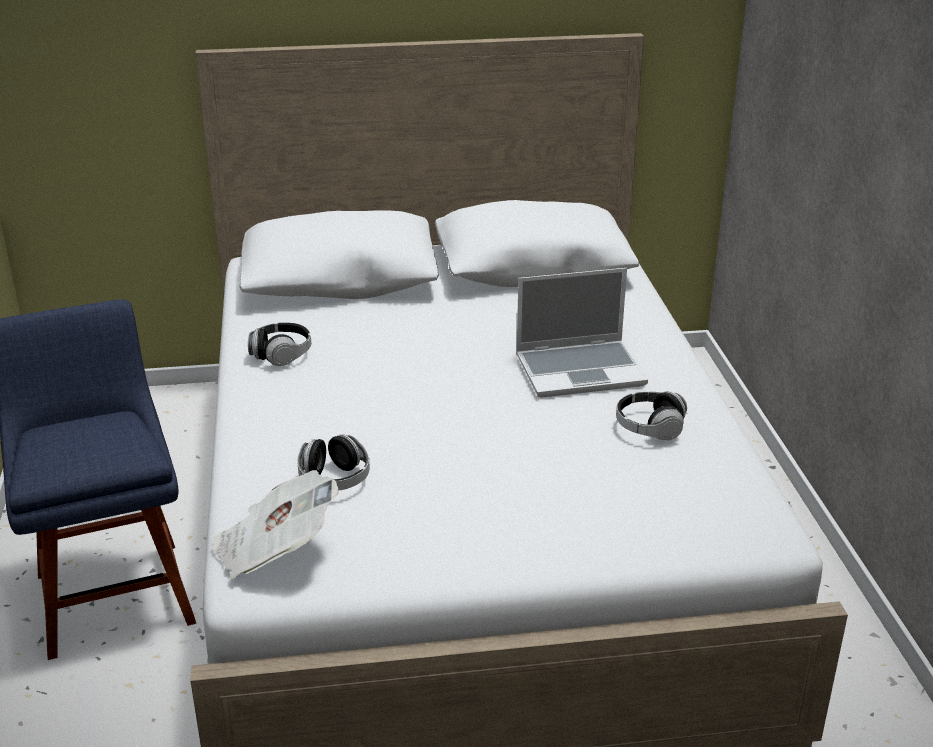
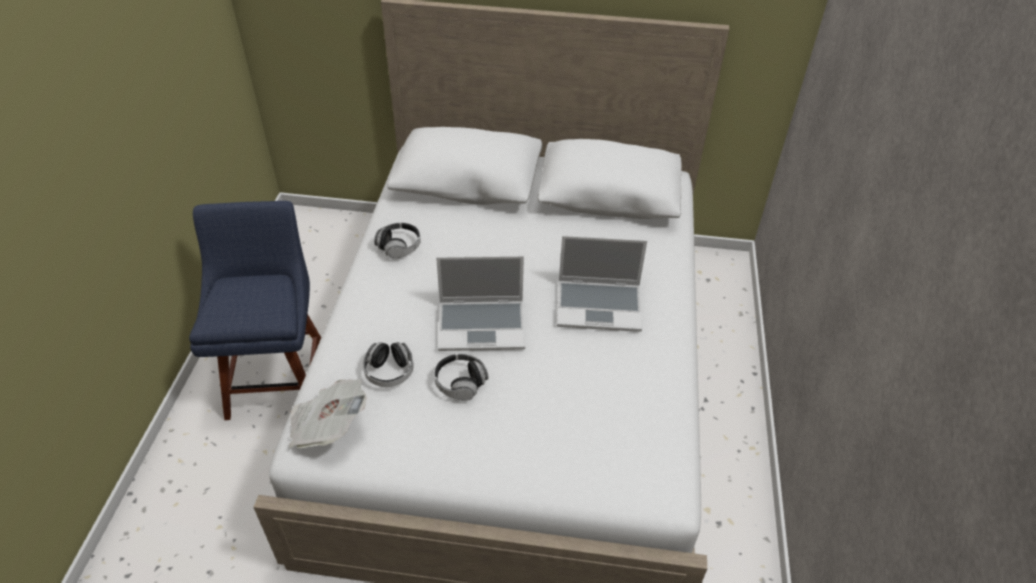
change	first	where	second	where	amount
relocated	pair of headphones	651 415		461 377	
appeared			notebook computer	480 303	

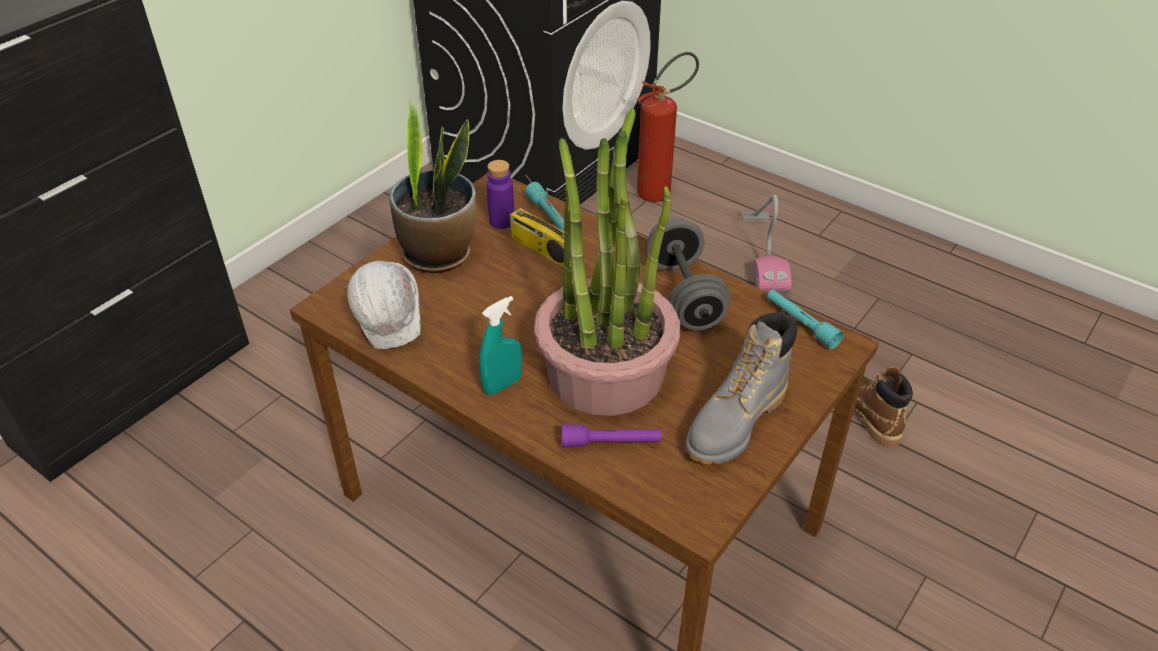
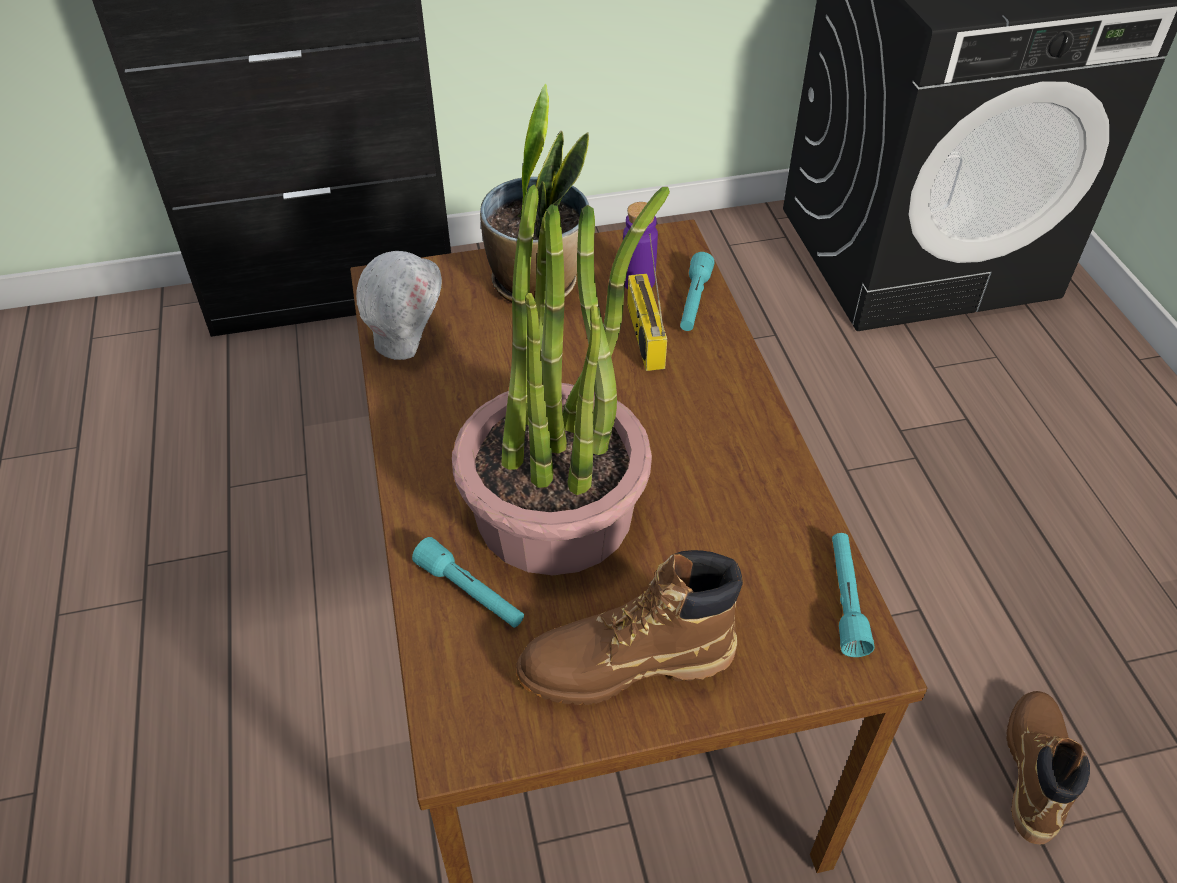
change	first	where	second	where	amount
colour	purplish flashlight	612 436	turquoise-coloured flashlight	468 582	
colour	greyish boot	741 388	brownish boot	629 627	
missing	turquoise-coloured spray bottle	500 345			
missing	fire-fighting cylinder	668 127			
missing	greyish hand weight	687 274			
missing	hoover	766 243			

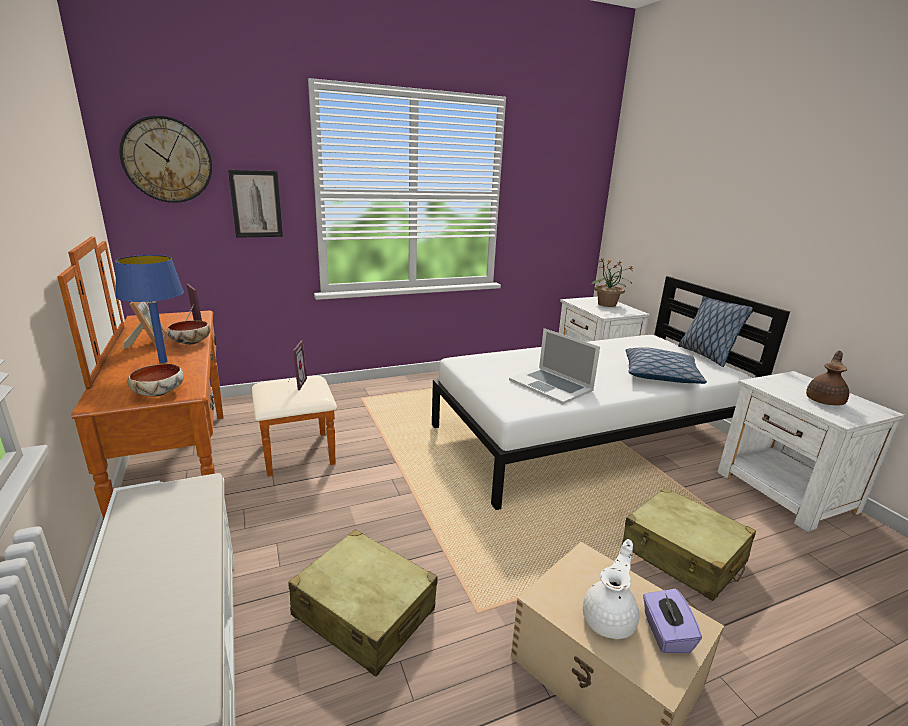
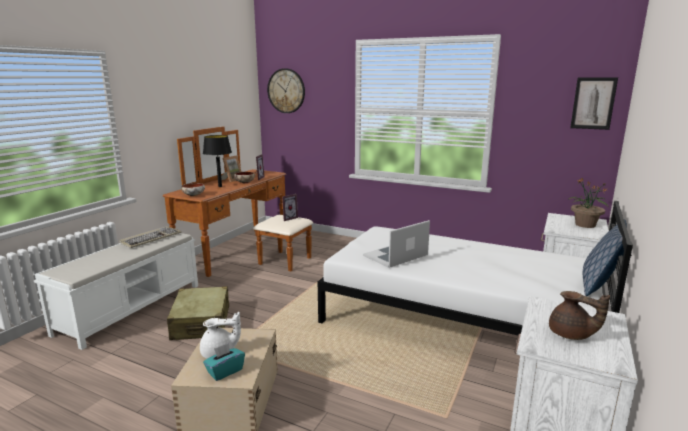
change	first	where	second	where	amount
appeared			PC keyboard	150 237	
colour	blue lamp for a table	149 309	black-coloured lamp for a table	217 161	
colour	purplish tissue holder	672 621	turquoise-coloured tissue holder	224 362	
spun	notebook computer	554 366		396 244	45 degrees clockwise
spun	brownish teapot	827 378		579 315	45 degrees clockwise
relocated	wall art	255 204		594 103	
missing	sand-coloured travel case	689 544			
missing	pillow	666 365			

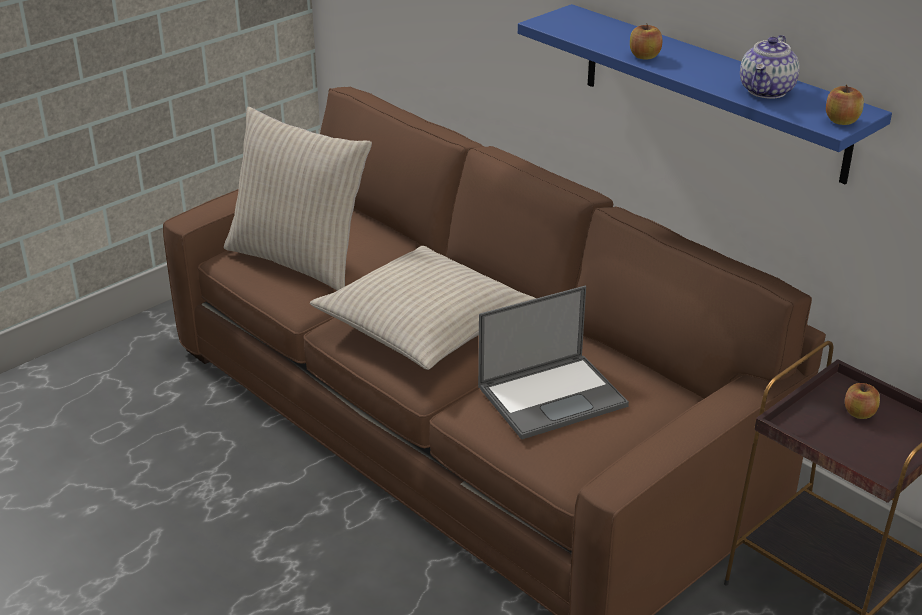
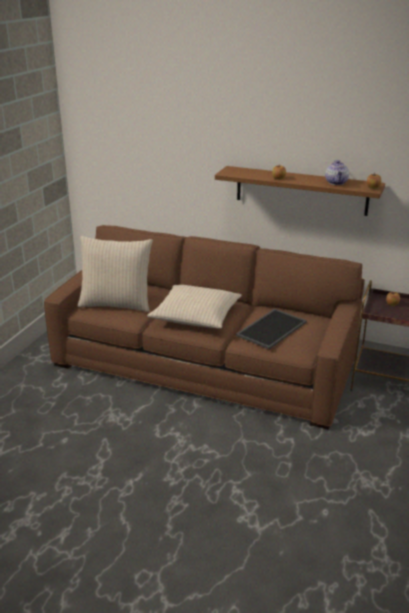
change	first	where	second	where	amount
colour	blue wall shelf	705 94	brownish wall shelf	300 191	
exchanged	notebook computer	553 363	tray	271 329	

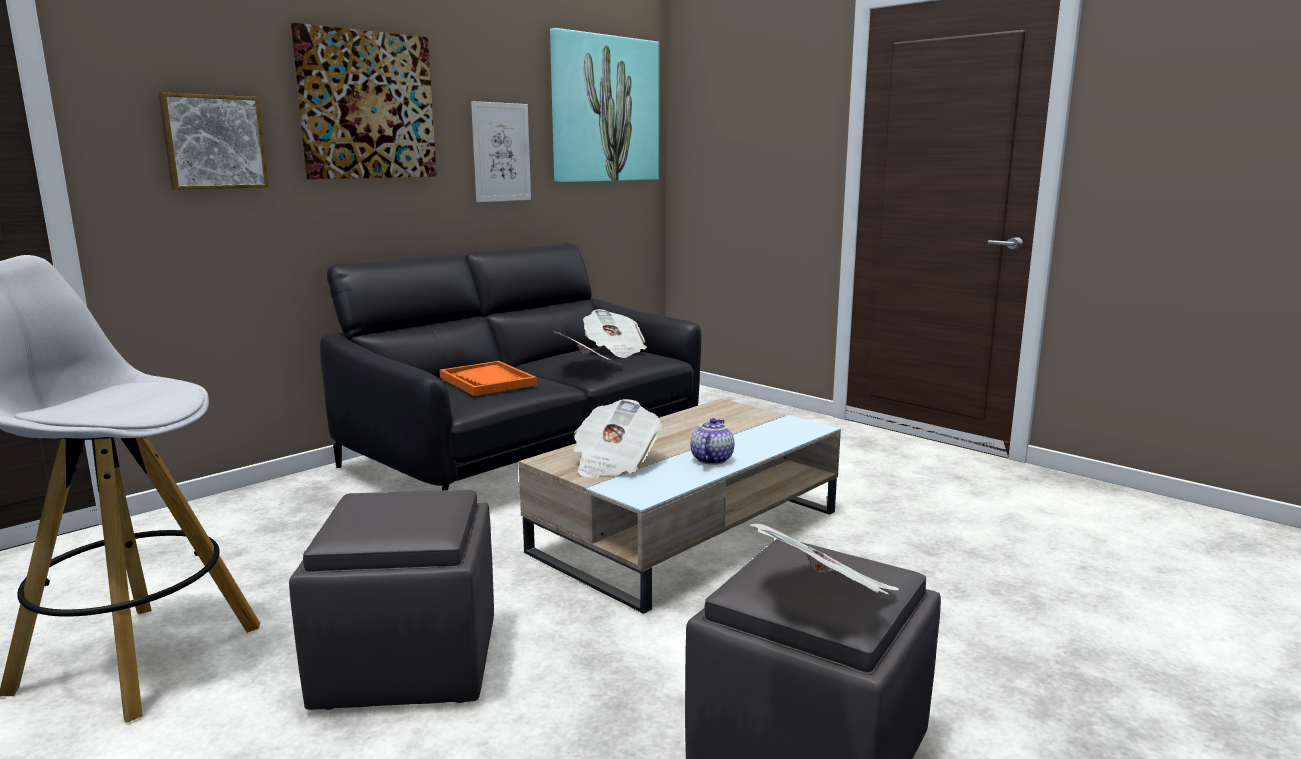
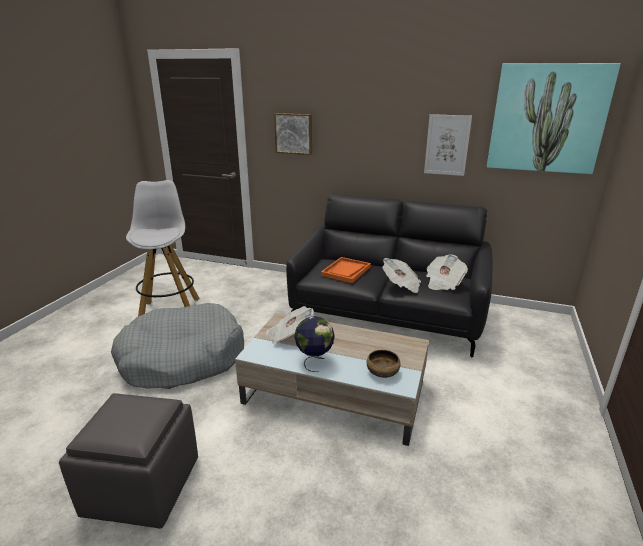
change	first	where	second	where	amount
exchanged	greyish ottoman	391 600	greyish dog cushion	177 346	
exchanged	teapot	712 441	world globe	315 344	
appeared			bowl	383 364	
missing	wall art	364 101			
missing	newspaper	824 558			

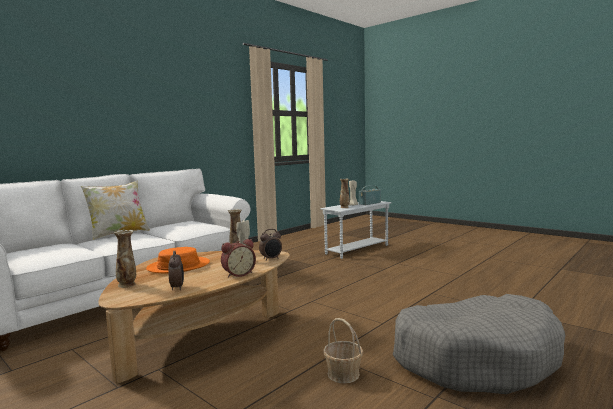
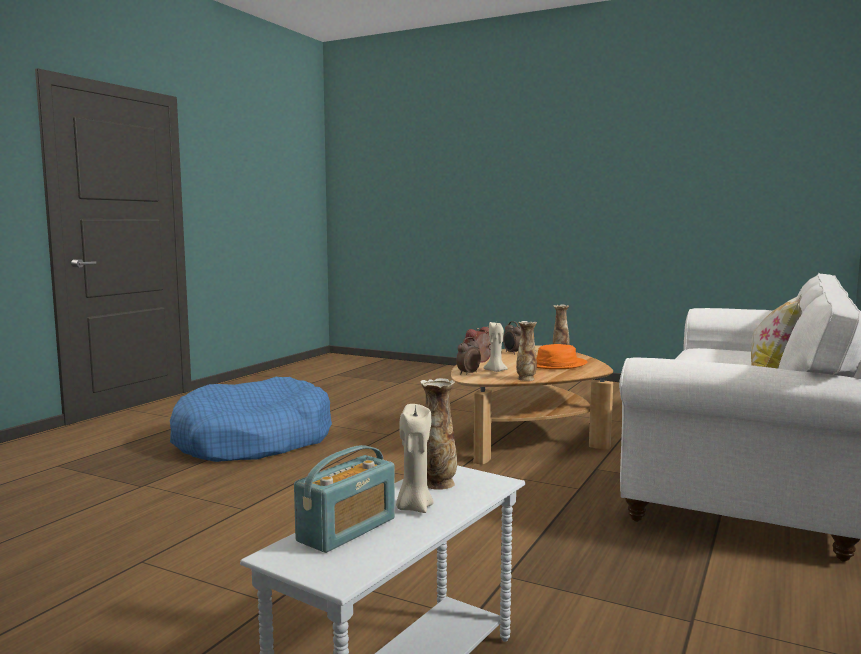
change	first	where	second	where	amount
colour	greyish dog cushion	479 344	blue dog cushion	251 419	
missing	basket	343 350			

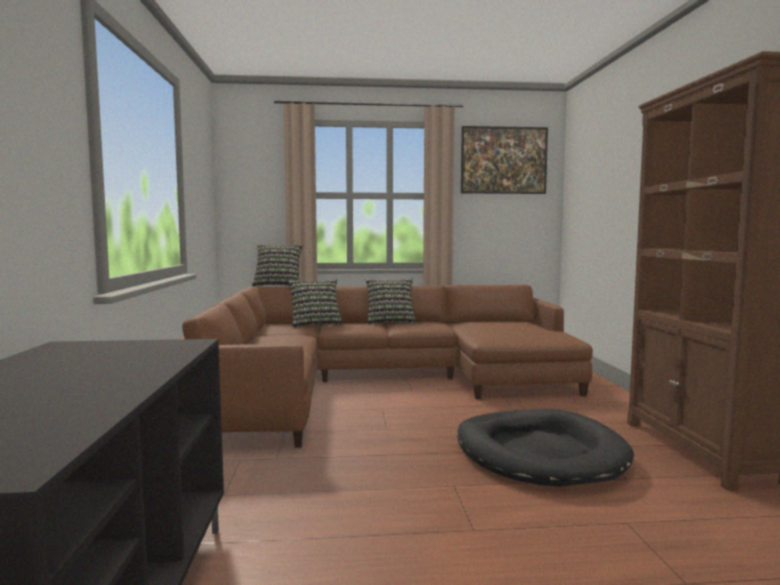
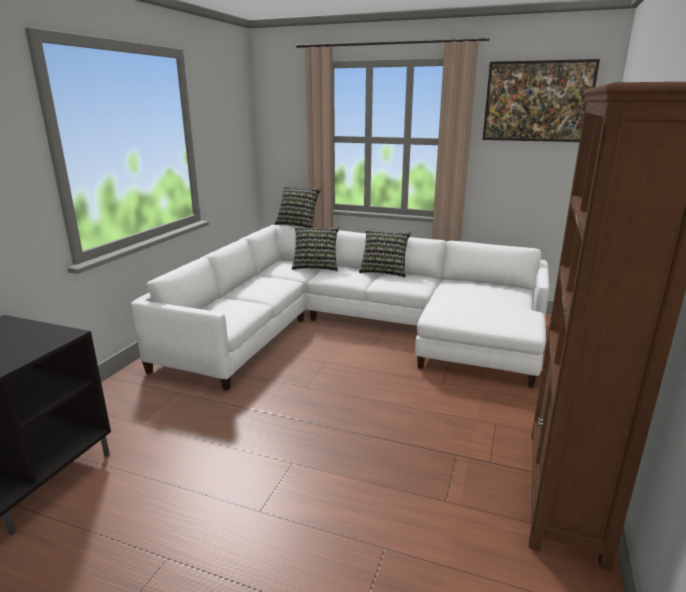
change	first	where	second	where	amount
colour	brownish settee	384 366	white-coloured settee	340 308	
missing	black-coloured dog cushion	545 448			

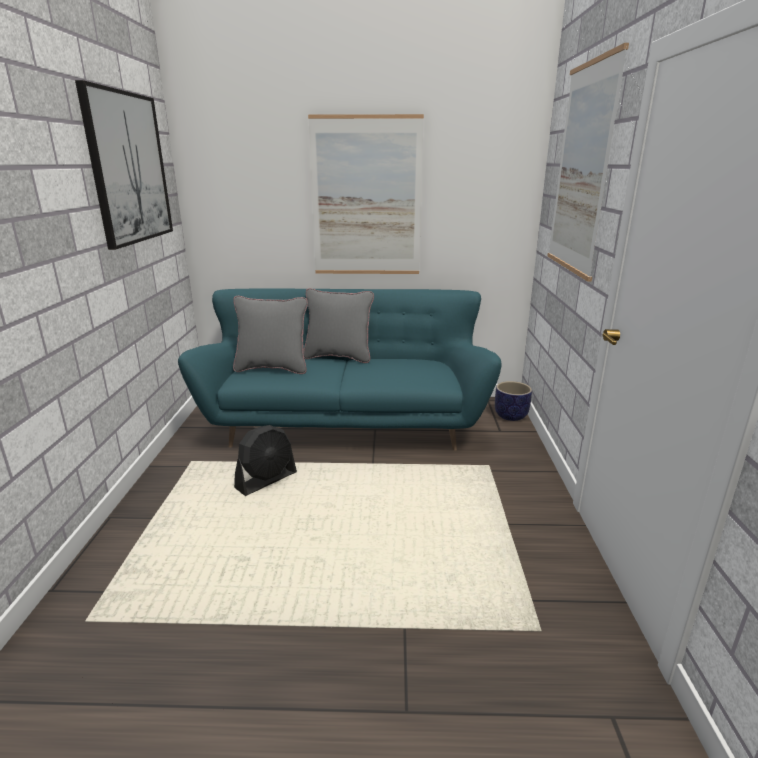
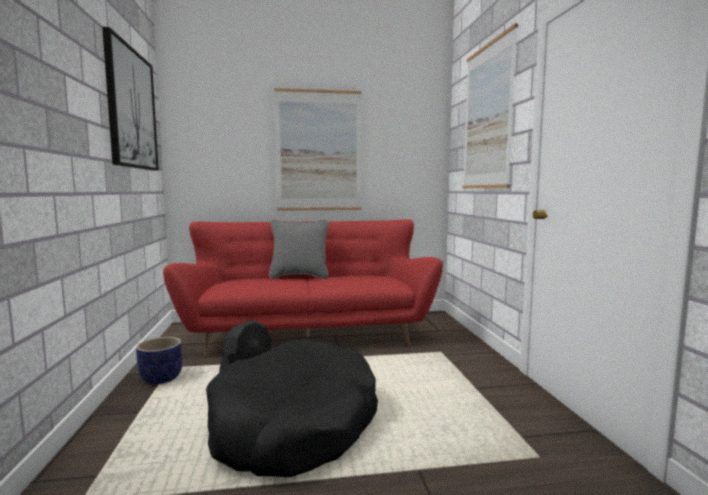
change	first	where	second	where	amount
relocated	flower pot	513 401		159 360	
colour	turquoise-coloured settee	340 369	red settee	303 287	
appeared			black-coloured dog cushion	292 408	
missing	greyish pillow	270 335			

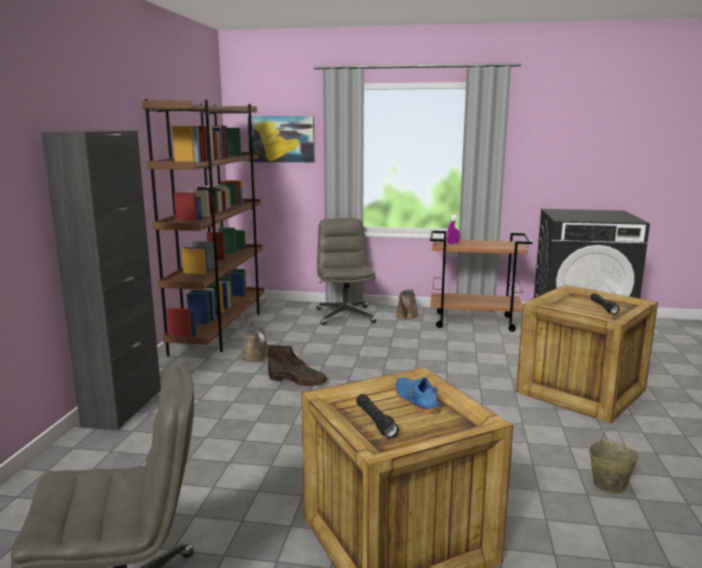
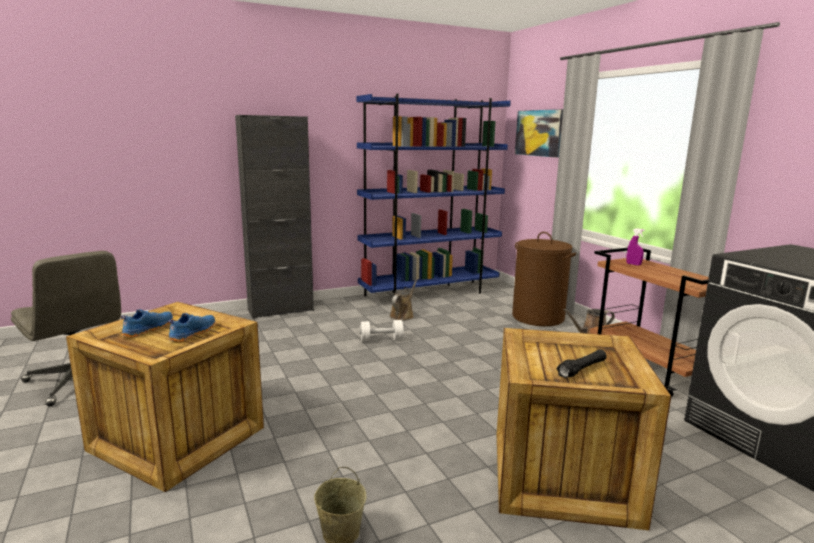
change	first	where	second	where	amount
exchanged	black-coloured flashlight	378 416	blue item of footwear	147 323	
colour	brownish bookcase	203 227	blue bookcase	433 195	
exchanged	brownish boot	297 365	white-coloured hand weight	381 331	
exchanged	greyish desk chair	346 271	brownish washing basket	544 279	

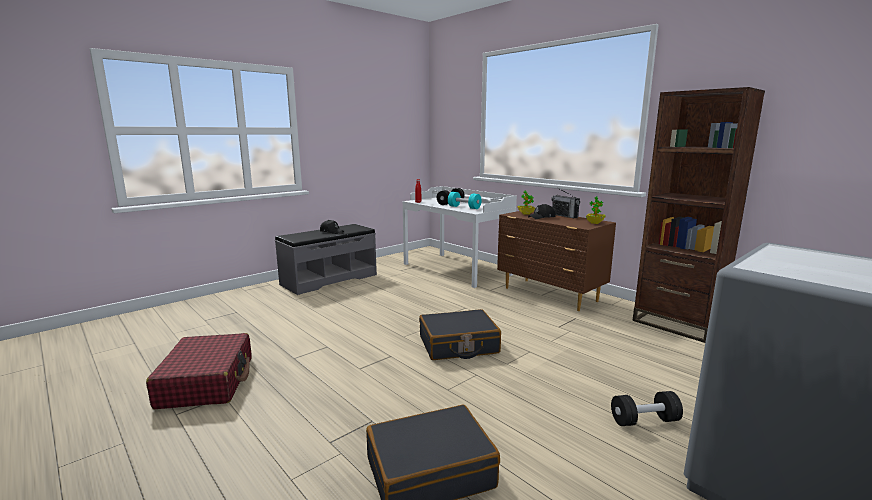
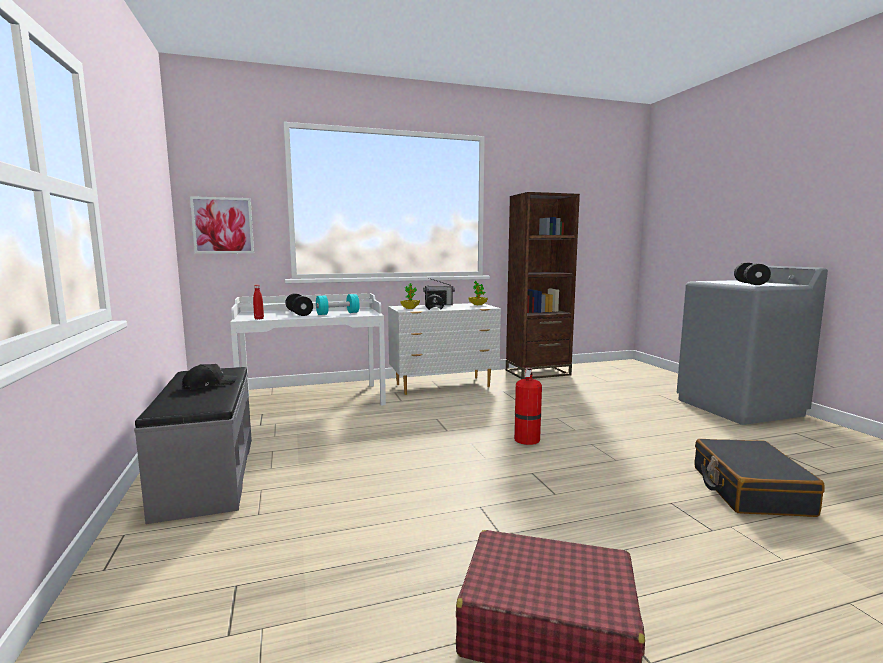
change	first	where	second	where	amount
appeared			wall art	222 225	
colour	brownish chest of drawers	556 260	white-coloured chest of drawers	444 349	
exchanged	black-coloured travel case	460 334	fire-fighting cylinder	528 406	
relocated	black-coloured hand weight	647 408		752 274	

